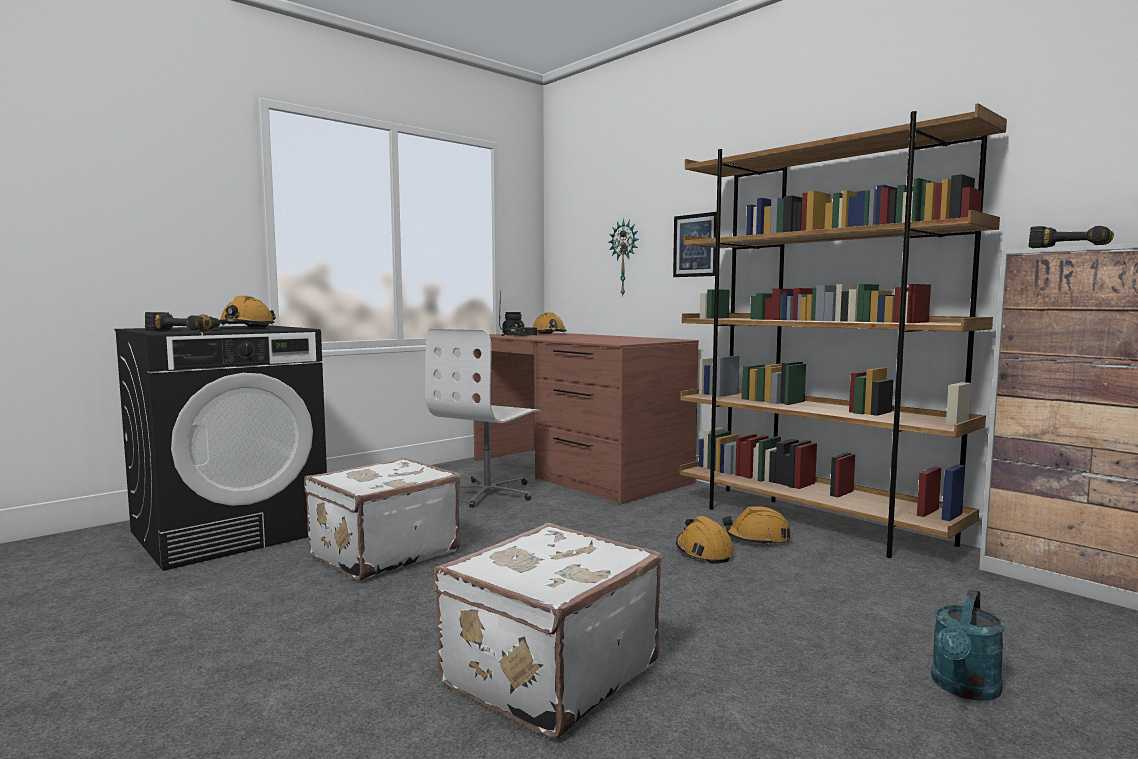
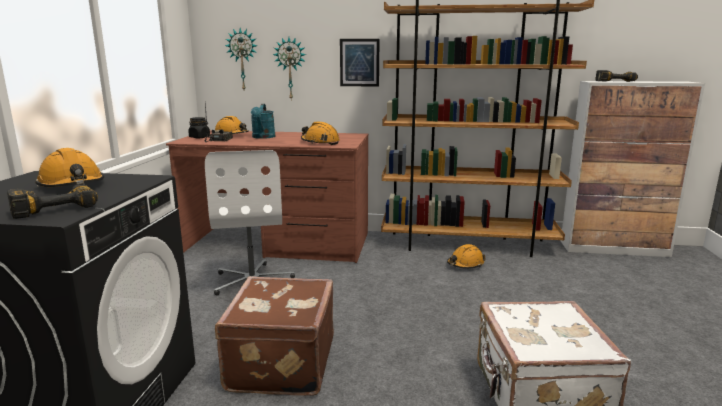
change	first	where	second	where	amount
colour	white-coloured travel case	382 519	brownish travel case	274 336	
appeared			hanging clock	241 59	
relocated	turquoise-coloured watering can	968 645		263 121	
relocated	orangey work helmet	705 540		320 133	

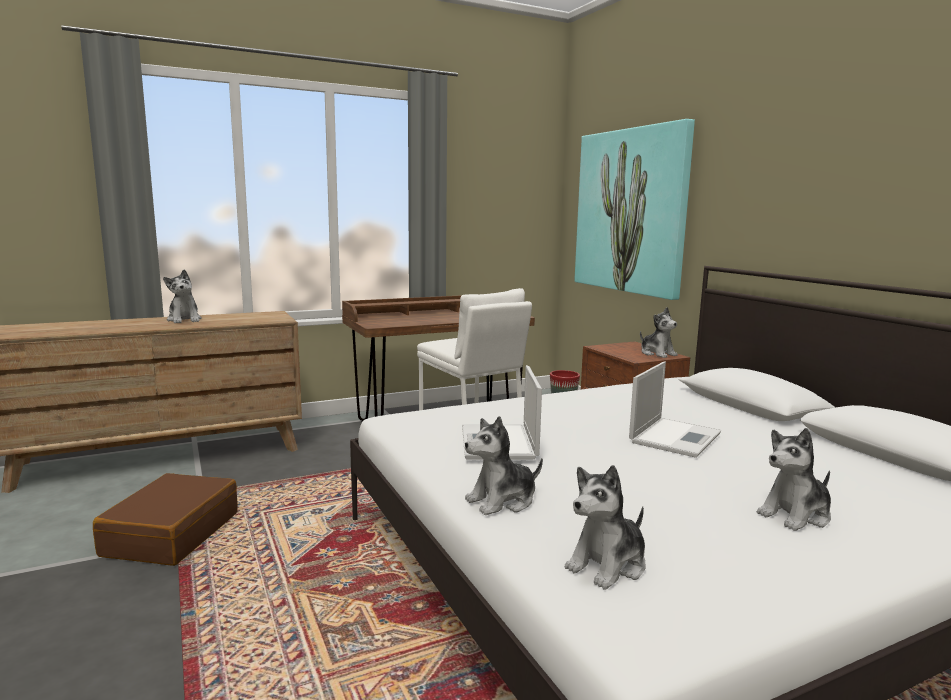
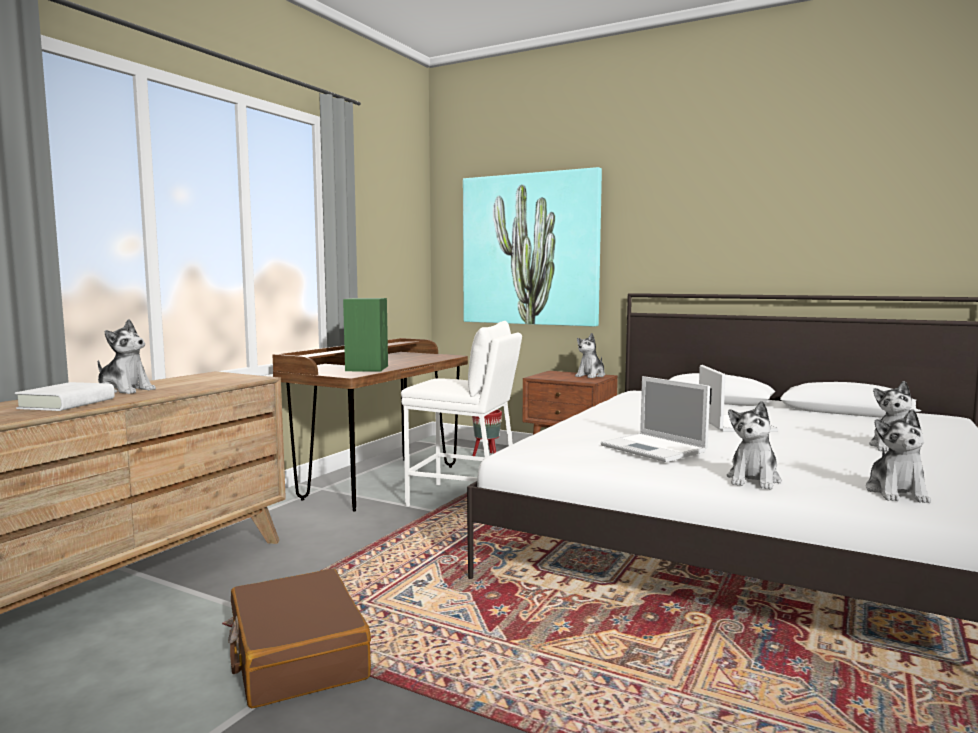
change	first	where	second	where	amount
appeared			white-coloured bound book	65 396	
appeared			greenish loudspeaker	365 335	
spun	plush toy	659 332		590 355	105 degrees clockwise

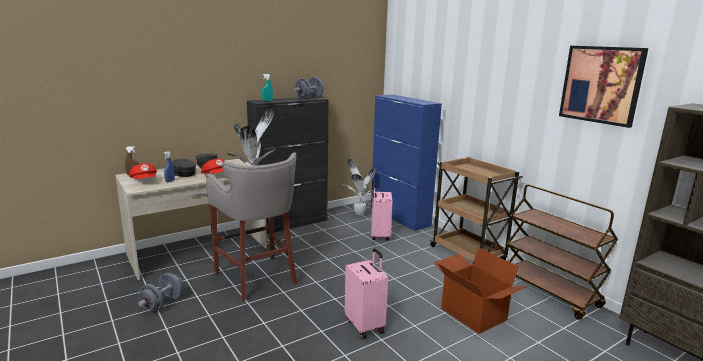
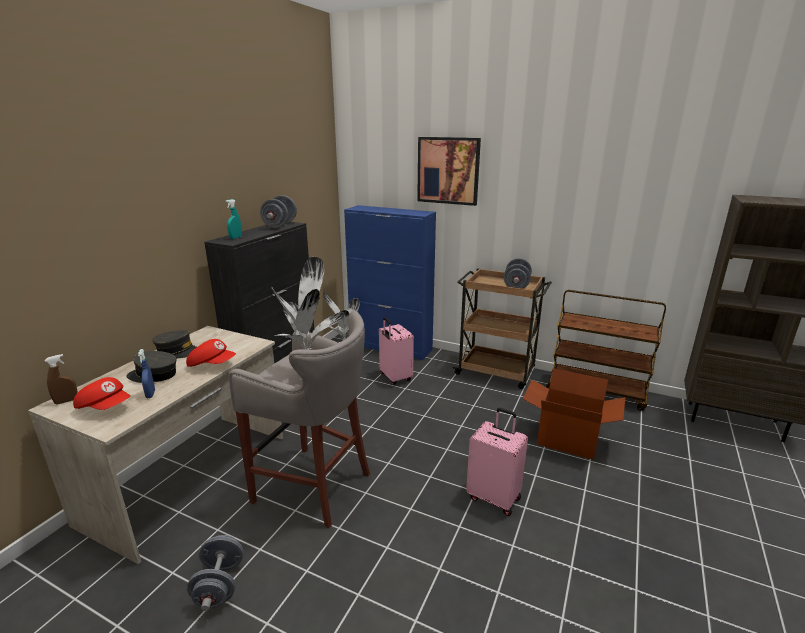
change	first	where	second	where	amount
relocated	wall art	603 87		449 171	
appeared			greyish hand weight	518 273	

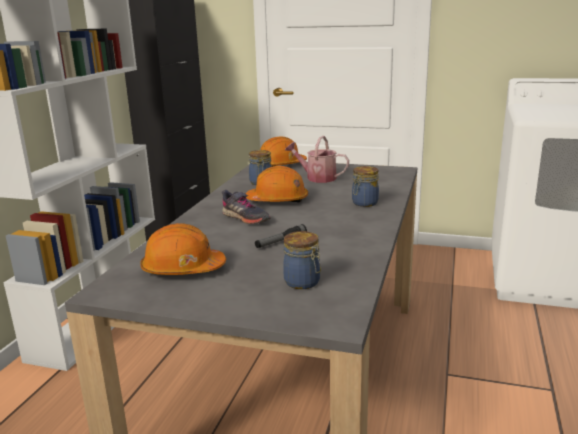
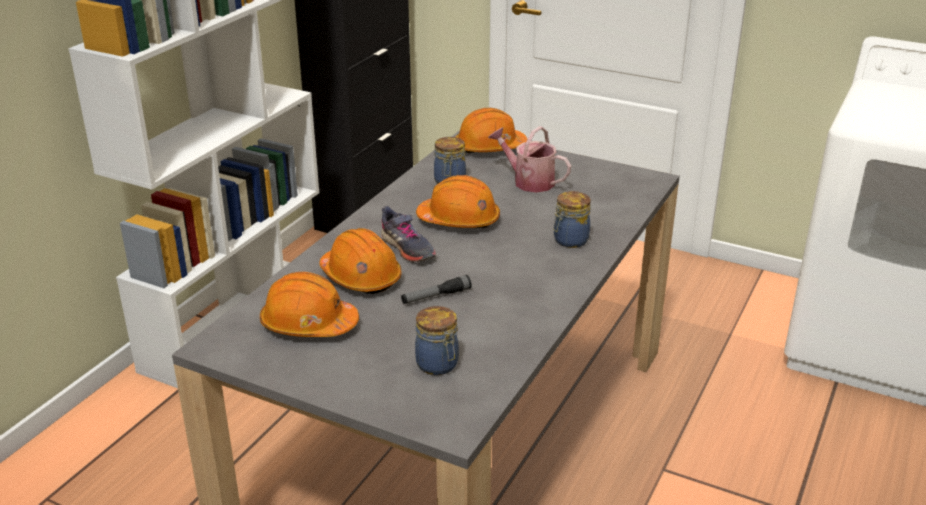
change	first	where	second	where	amount
appeared			orangey work helmet	360 261	

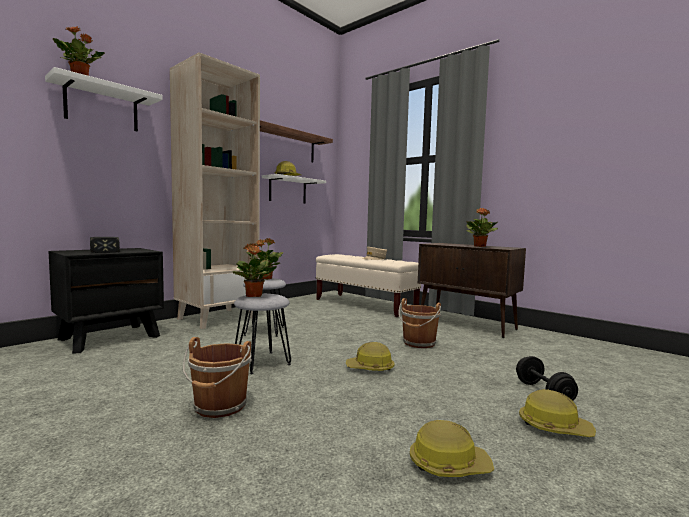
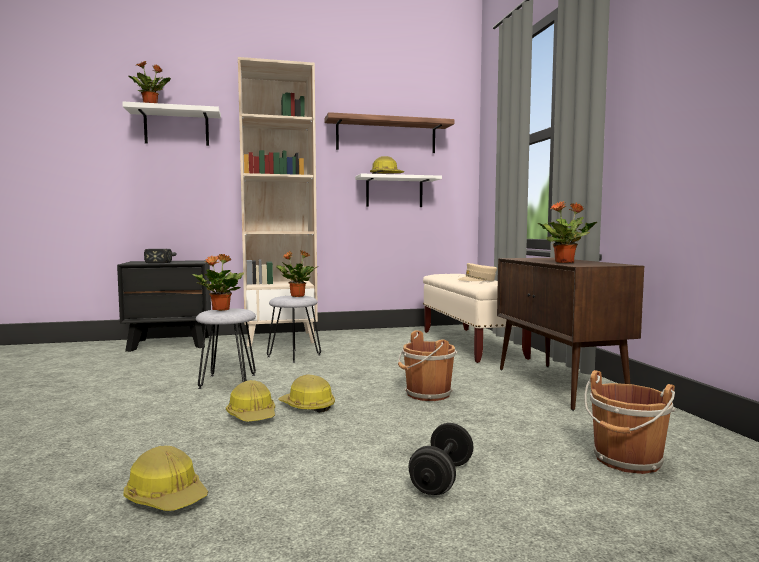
change	first	where	second	where	amount
relocated	work helmet	557 413		250 401	
relocated	brownish pail	217 377		629 422	

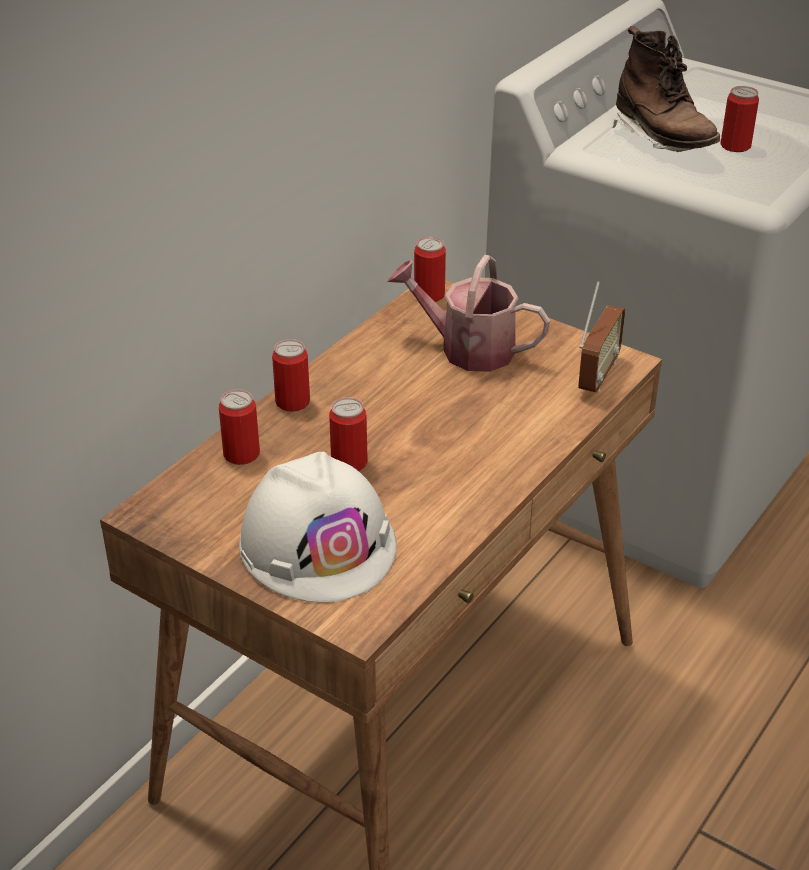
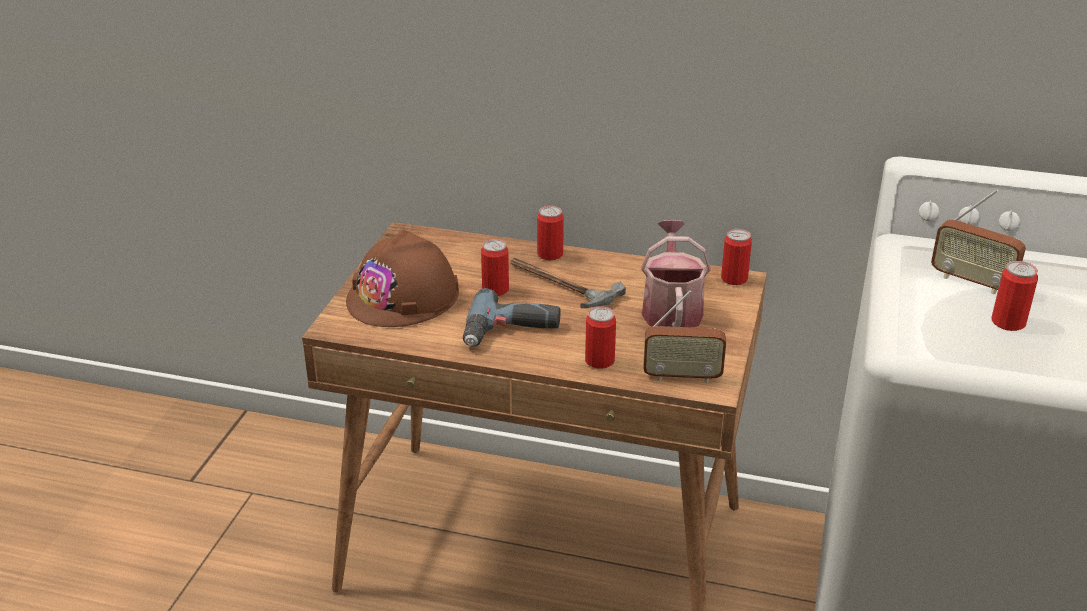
change	first	where	second	where	amount
colour	white-coloured work helmet	317 527	brownish work helmet	402 278	
appeared			power drill	512 317	
appeared			tool hammer	568 283	
relocated	metal can	239 427		600 337	
exchanged	brownish boot	666 89	radio set	978 241	

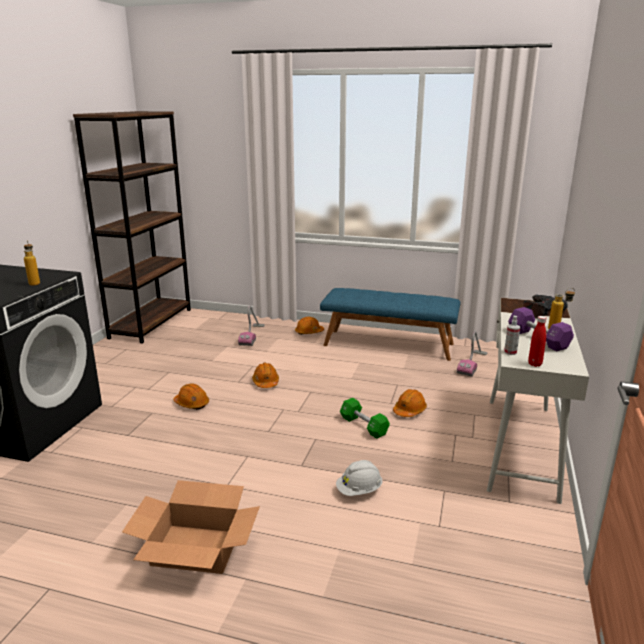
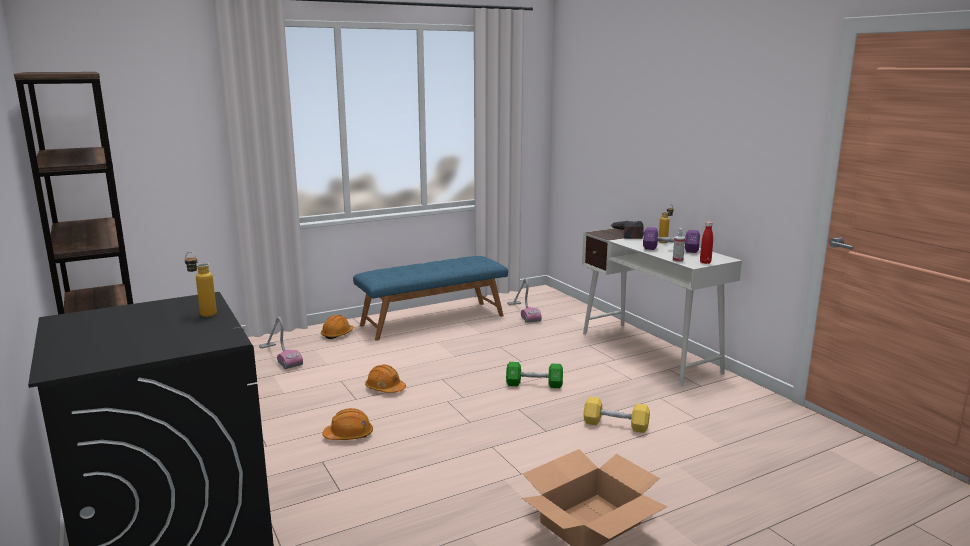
change	first	where	second	where	amount
exchanged	white-coloured work helmet	359 478	yellowish hand weight	616 415	
missing	orangey work helmet	410 403			

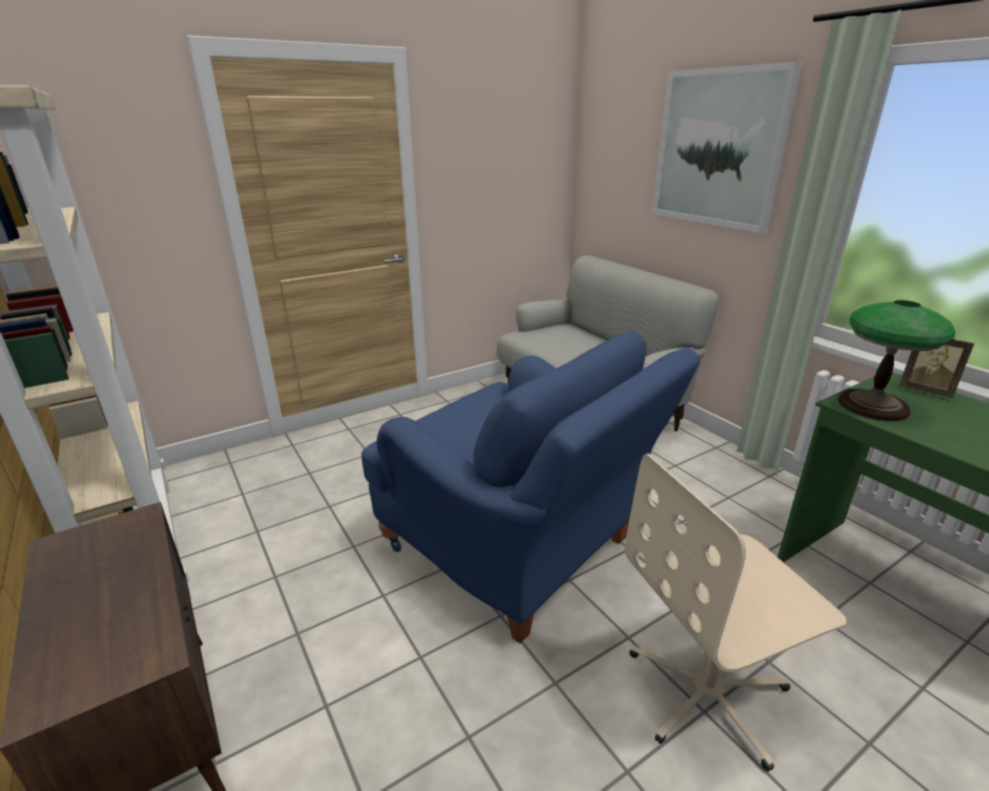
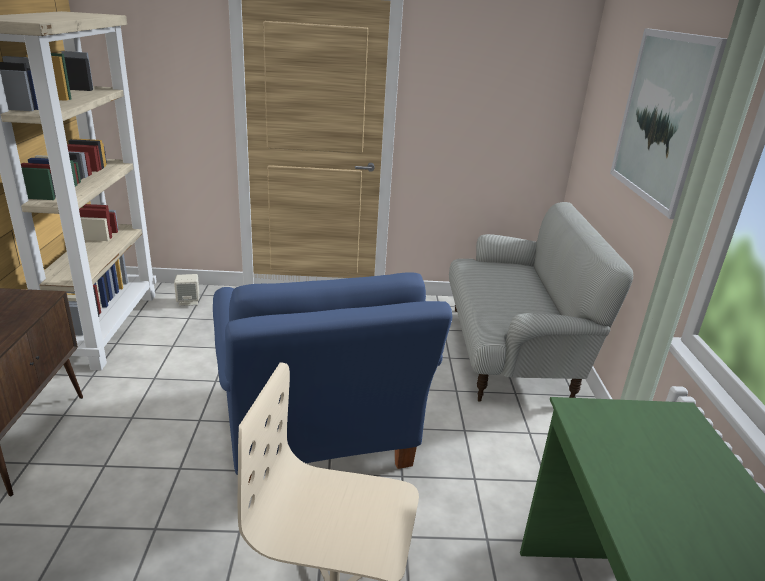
change	first	where	second	where	amount
appeared			sand-coloured loudspeaker	186 290	
missing	lamp for a table	896 360			
missing	standing frame	936 368			

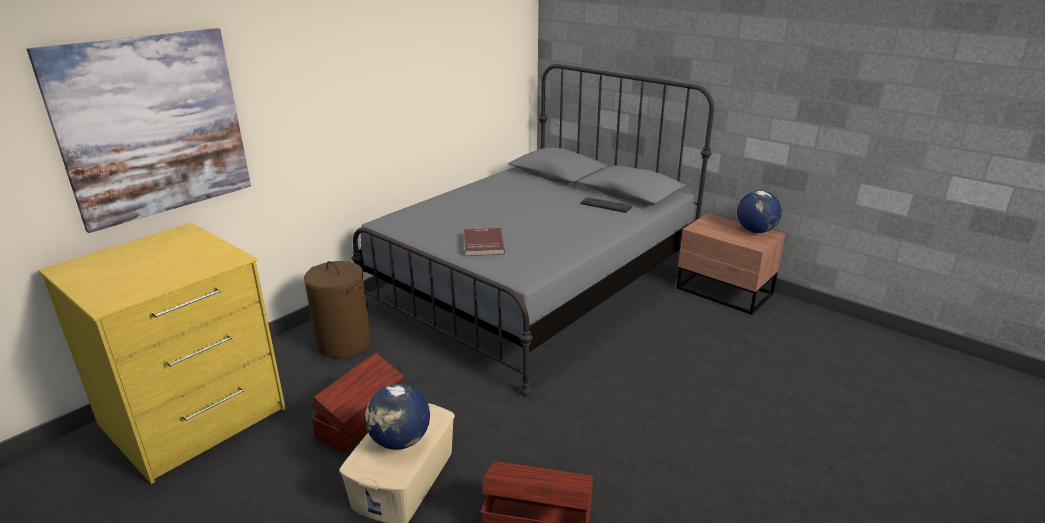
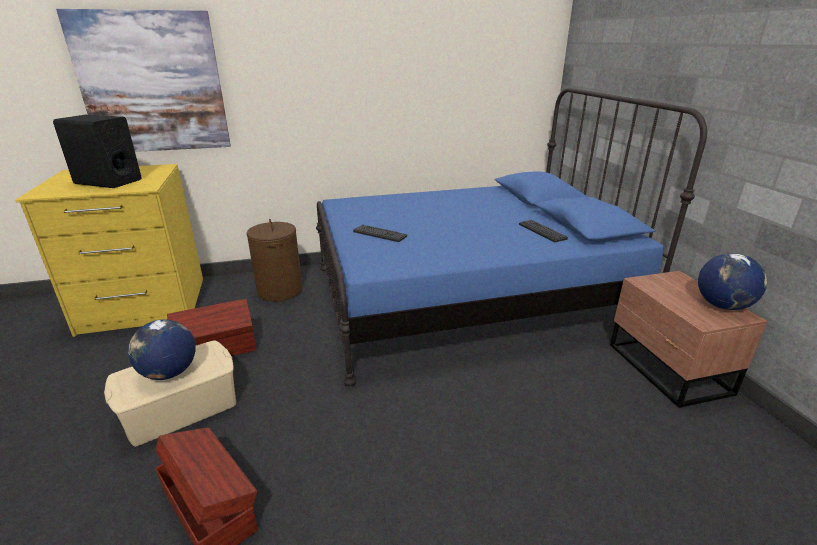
change	first	where	second	where	amount
appeared			black-coloured loudspeaker	97 151	
colour	greyish bedroom bed	533 230	blue bedroom bed	511 237	
exchanged	red bound book	484 242	PC keyboard	380 233	

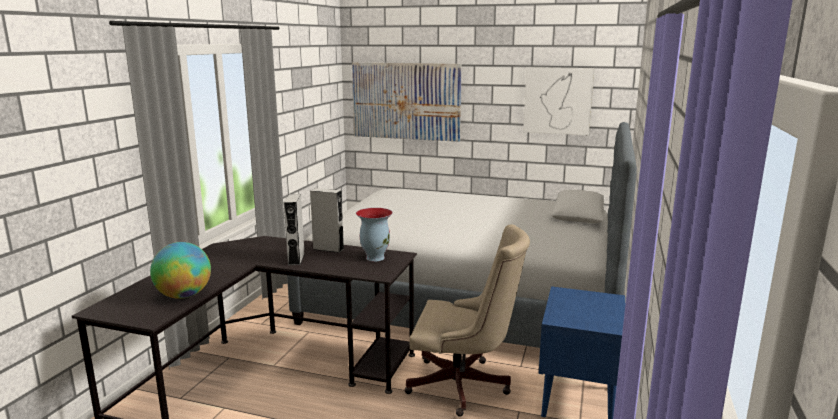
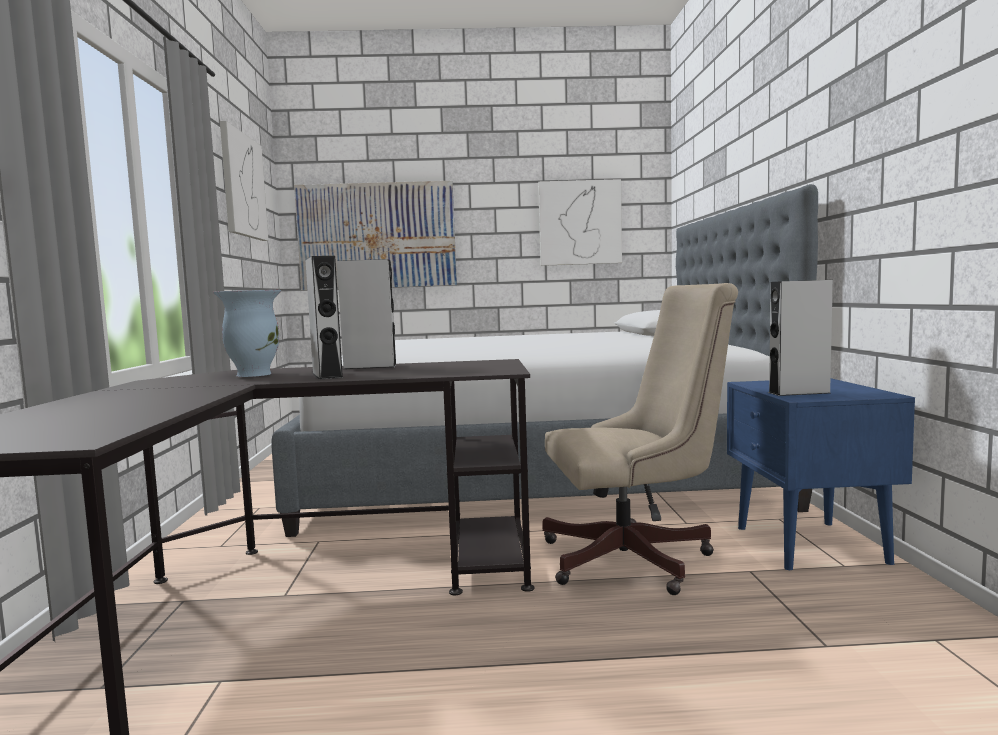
change	first	where	second	where	amount
relocated	decorative vase	374 234		247 333	
appeared			wall art	244 181	
appeared			greyish loudspeaker	800 338	
missing	world globe	180 270			

